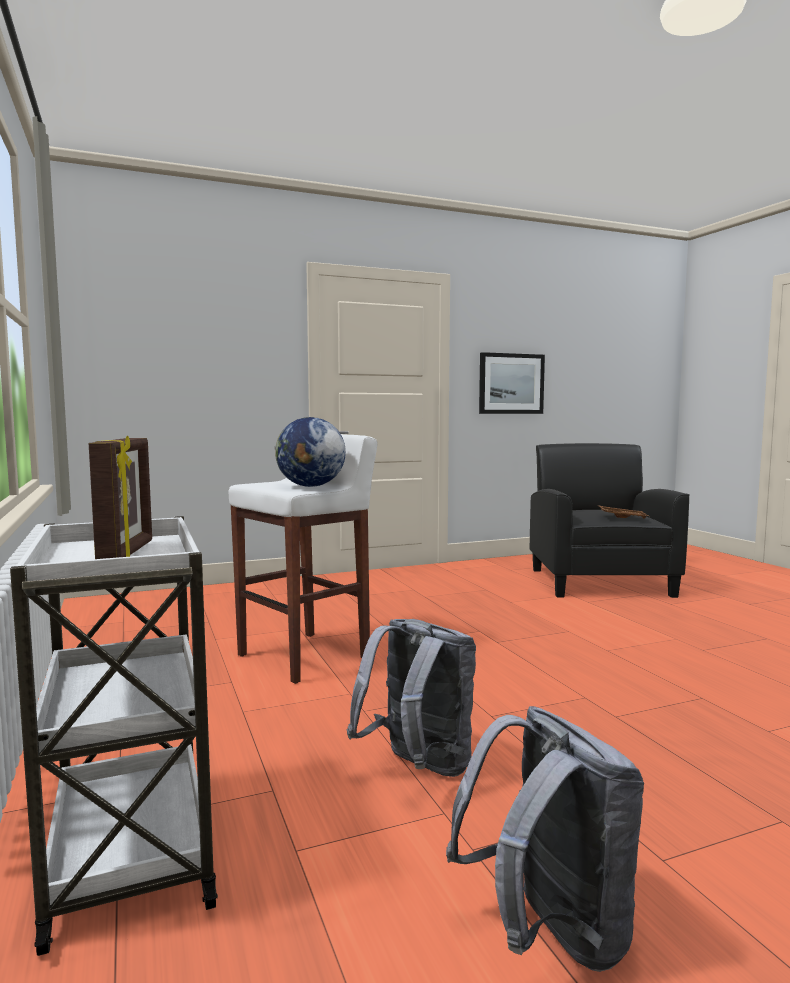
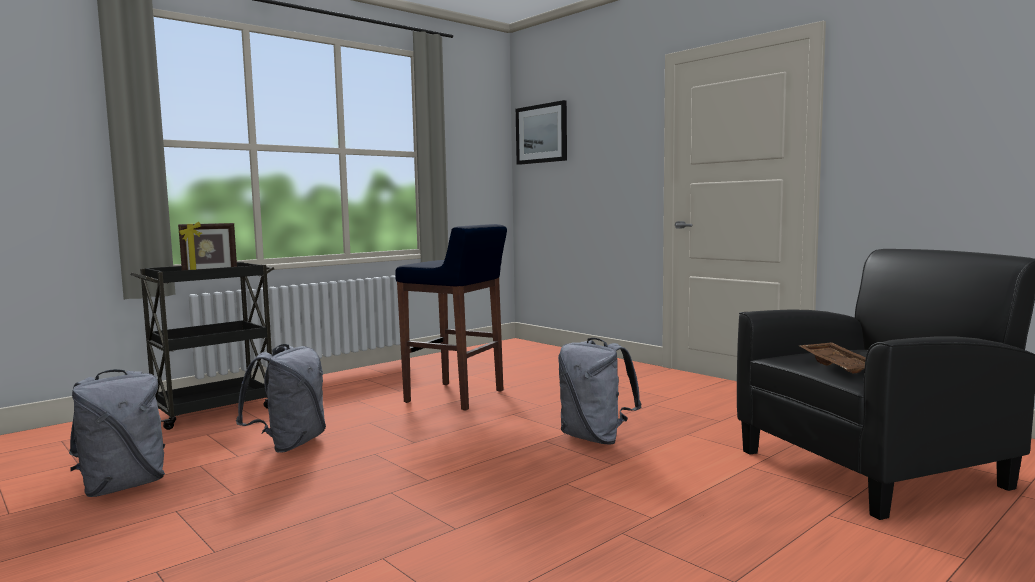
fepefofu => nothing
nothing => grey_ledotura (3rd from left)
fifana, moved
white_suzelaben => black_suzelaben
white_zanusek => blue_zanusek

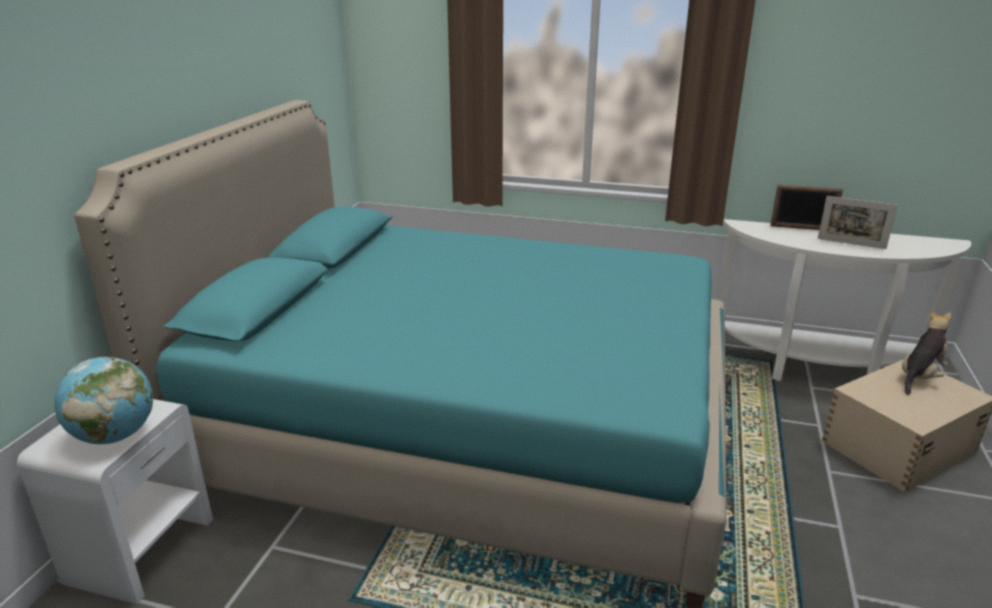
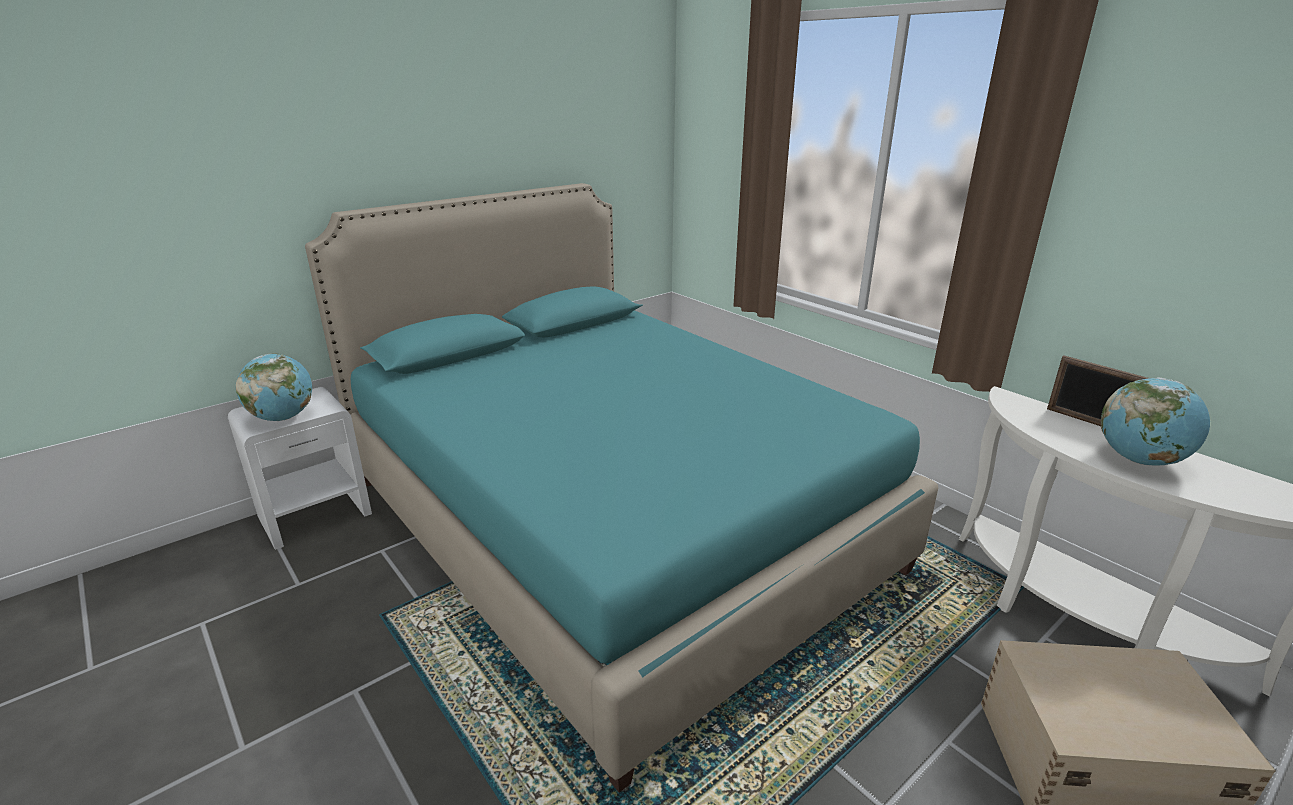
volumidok => nothing
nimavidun (2nd from left) => fepefofu (2nd from left)

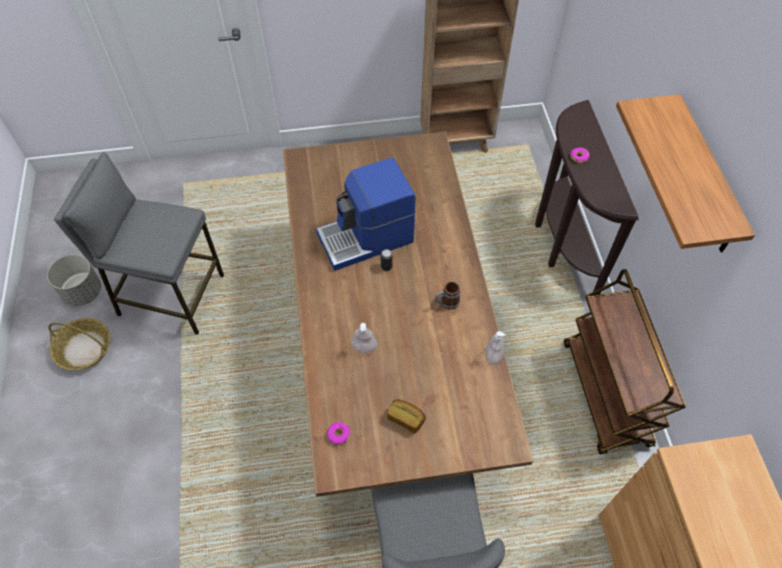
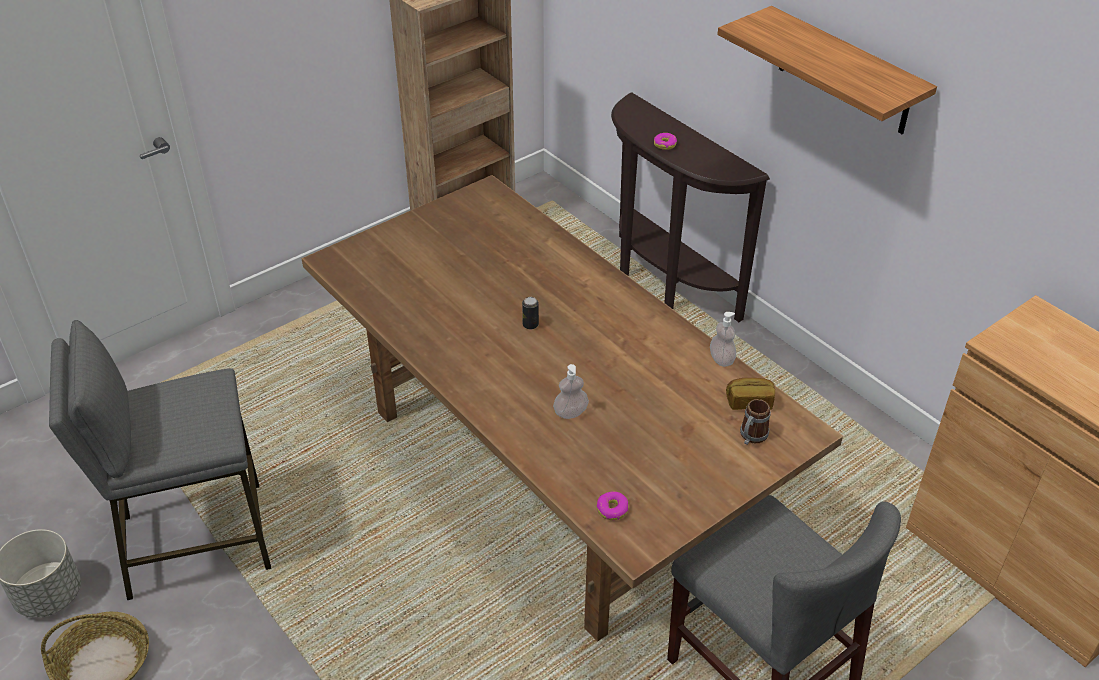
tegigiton => nothing
brown_suzelaben => nothing
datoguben, moved
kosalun, moved

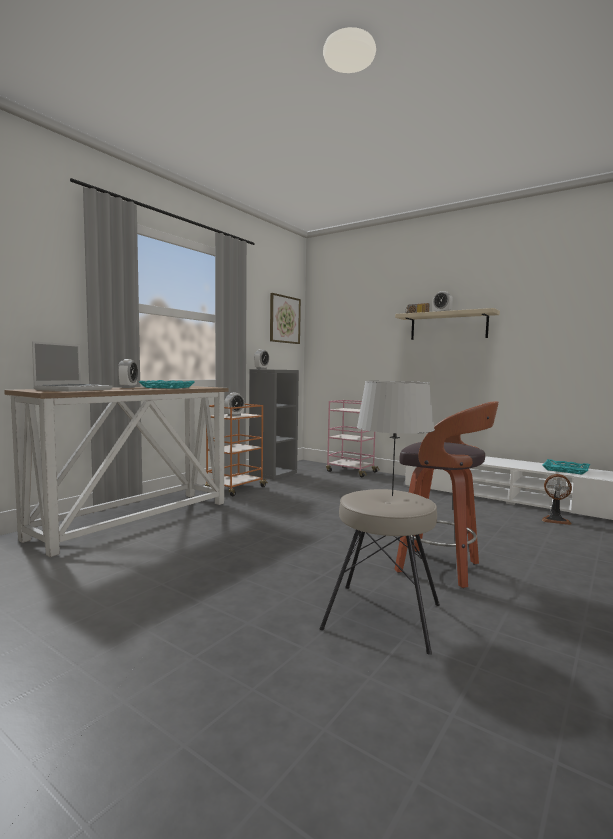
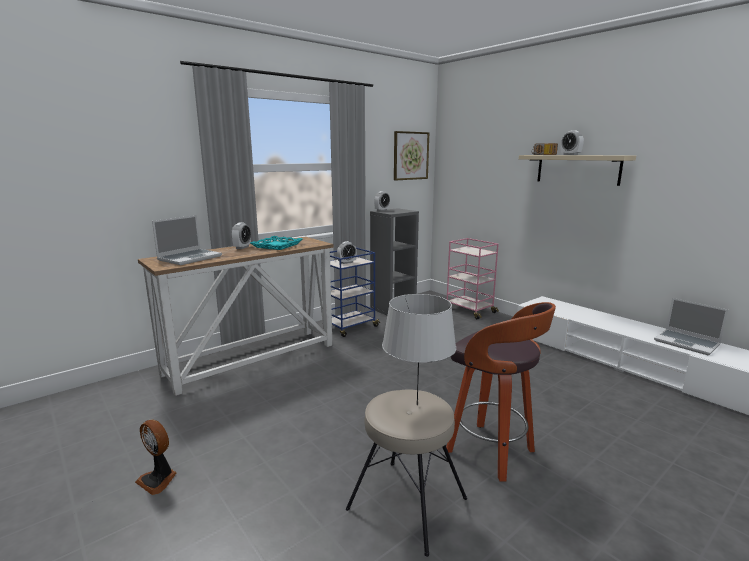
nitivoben, moved
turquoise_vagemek (2nd from left) => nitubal (2nd from left)
orange_suzelaben => blue_suzelaben

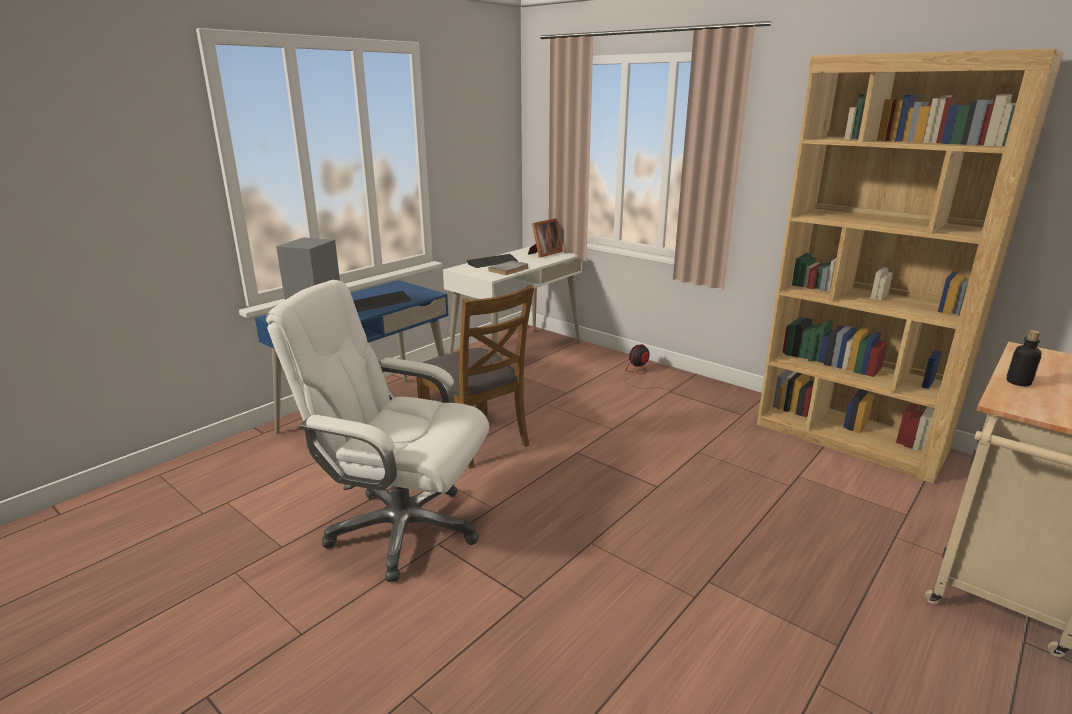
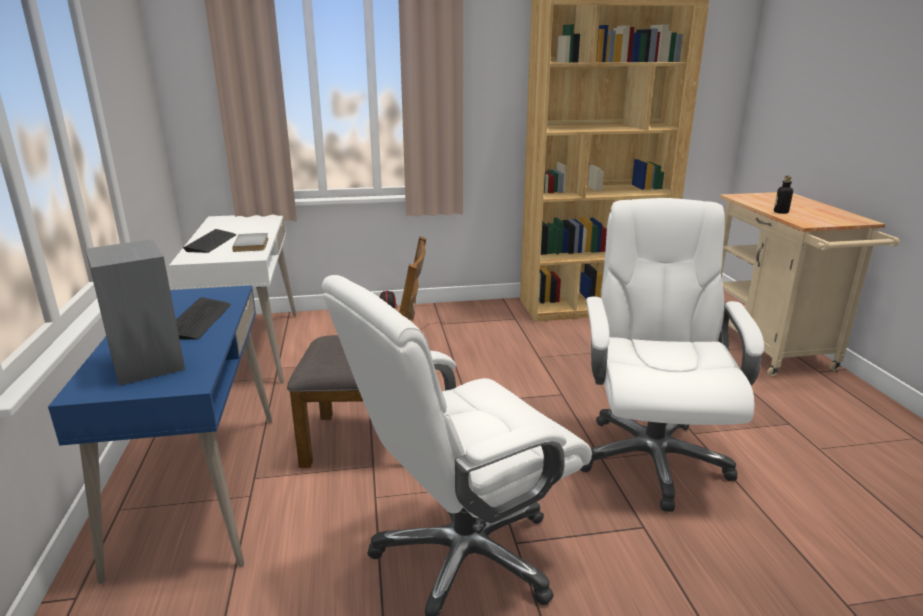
nimavidun => nothing
nothing => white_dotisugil (2nd from left)

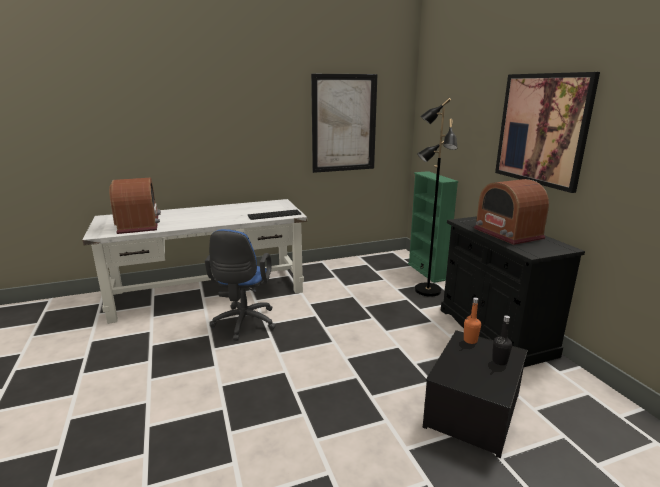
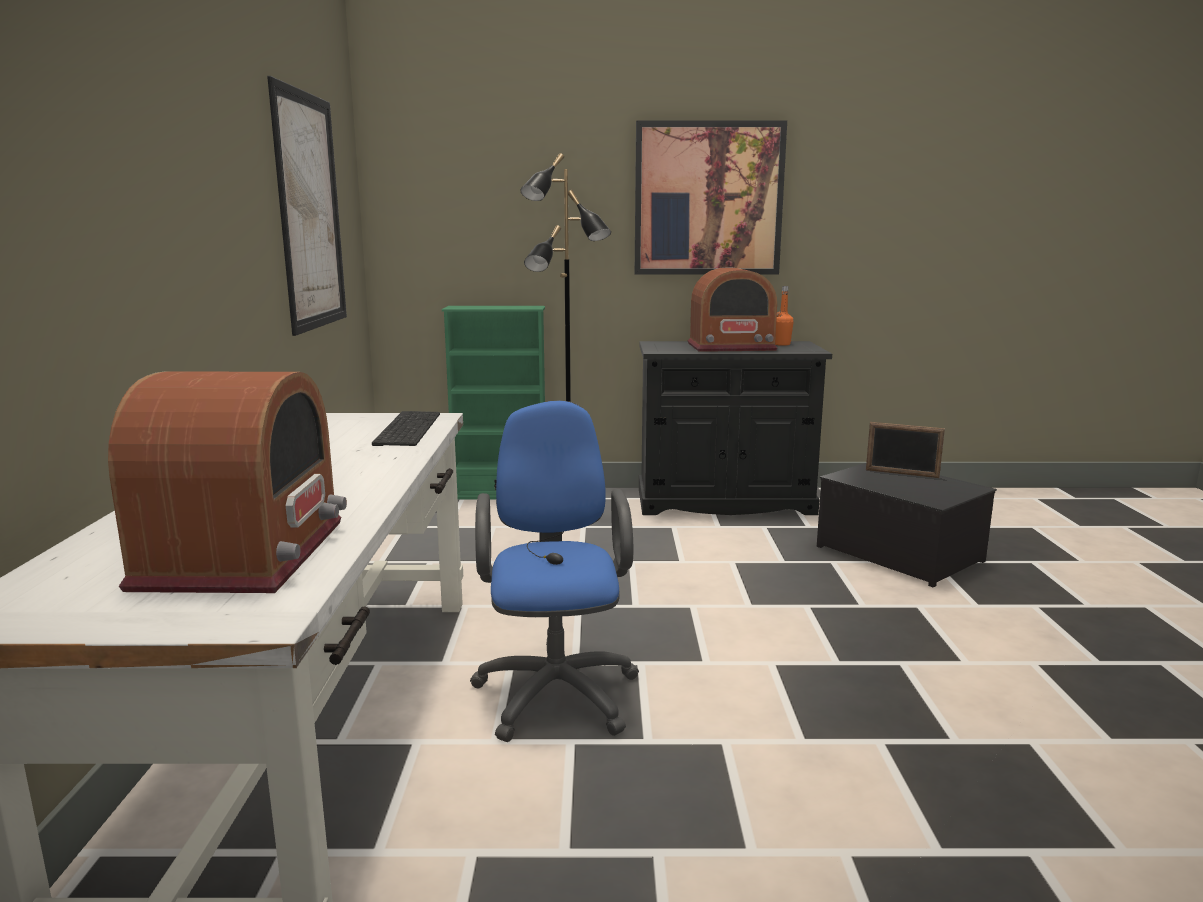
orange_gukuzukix, moved
black_gukuzukix => nimavidun
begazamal (1st from left), 90 degrees clockwise
blue_dotisugil, 120 degrees counterclockwise

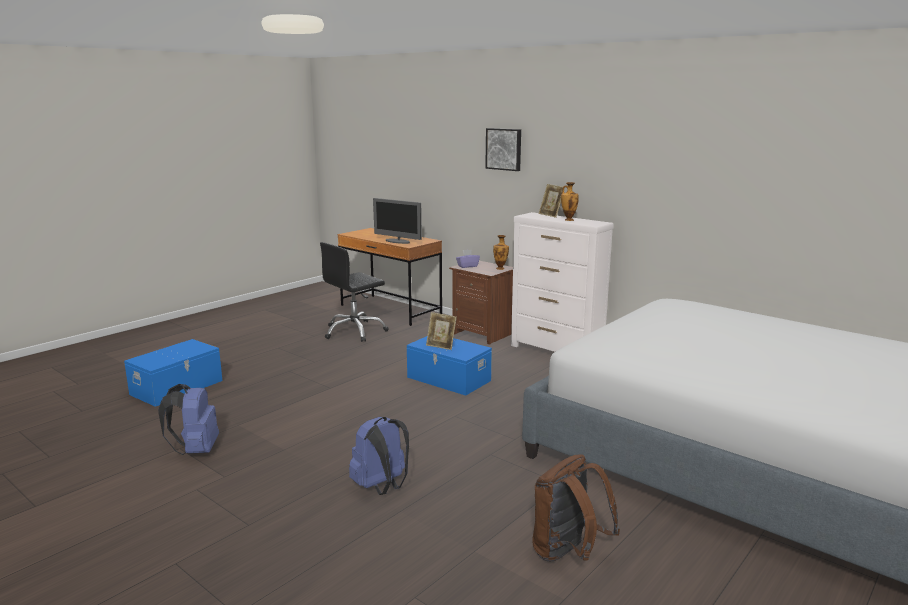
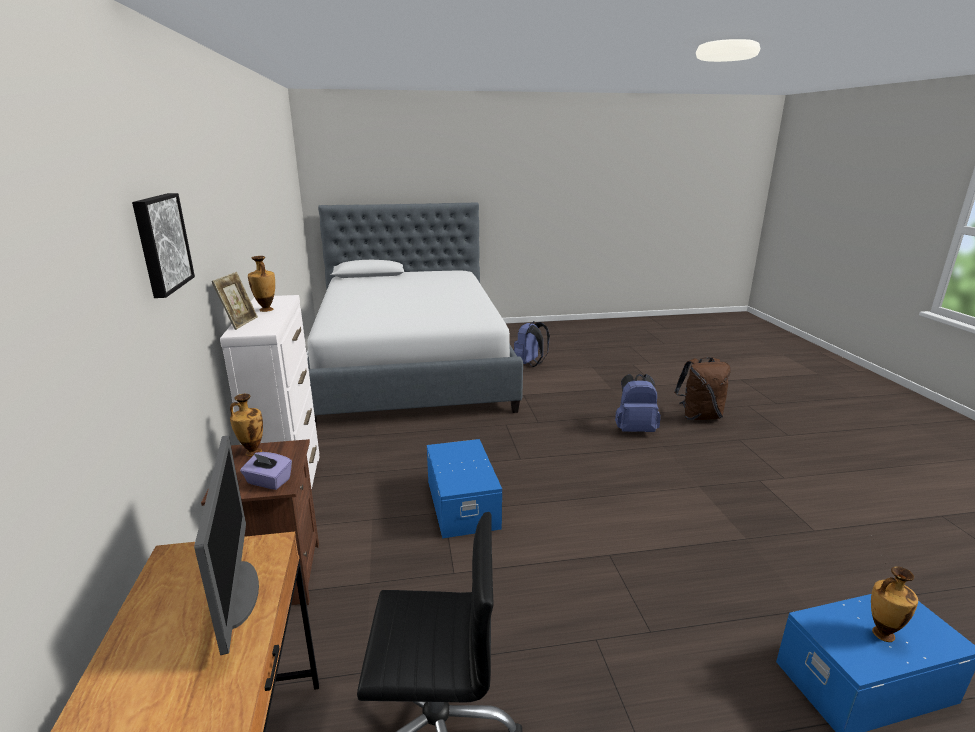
nimavidun (1st from left) => nothing
nothing => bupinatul (3rd from left)
blue_ledotura (1st from left), moved
brown_ledotura, moved

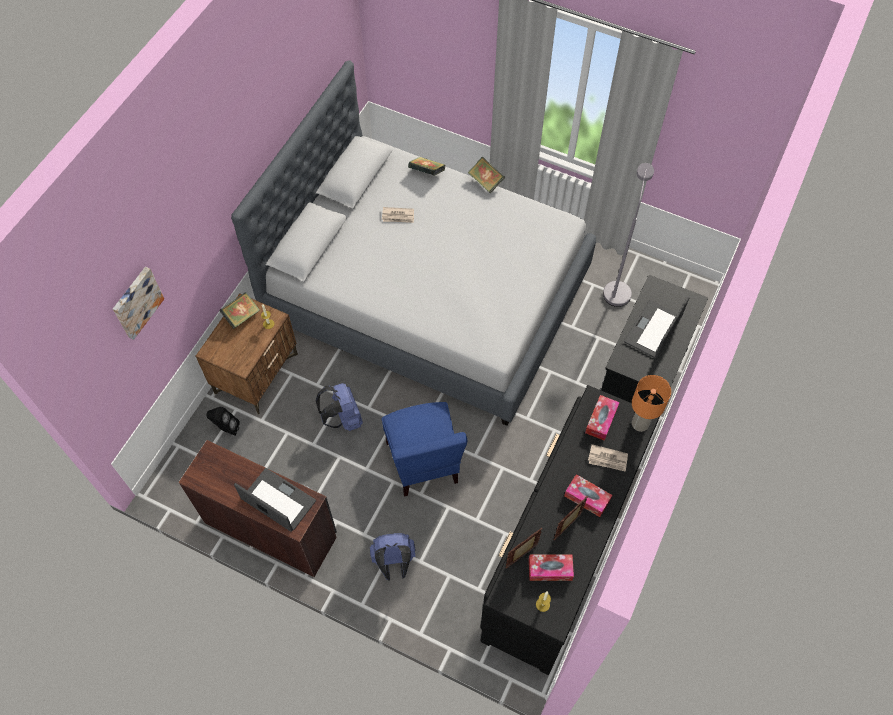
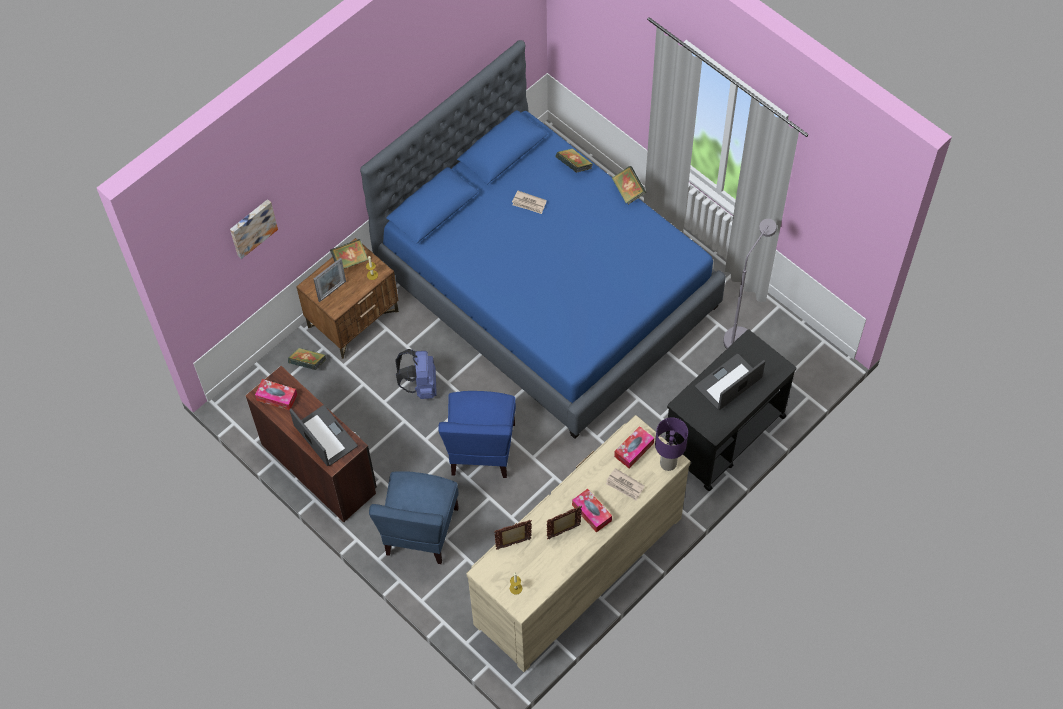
nothing => nimavidun (1st from left)
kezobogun (1st from left), moved
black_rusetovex => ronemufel (1st from left)
blue_ledotura (2nd from left) => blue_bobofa (1st from left)
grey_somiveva => blue_somiveva
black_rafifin => beige_rafifin
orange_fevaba => purple_fevaba

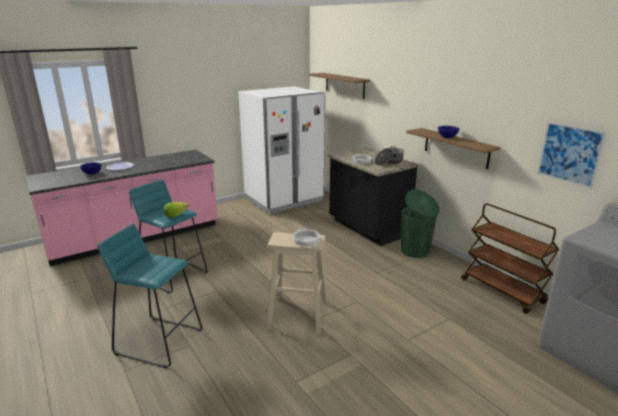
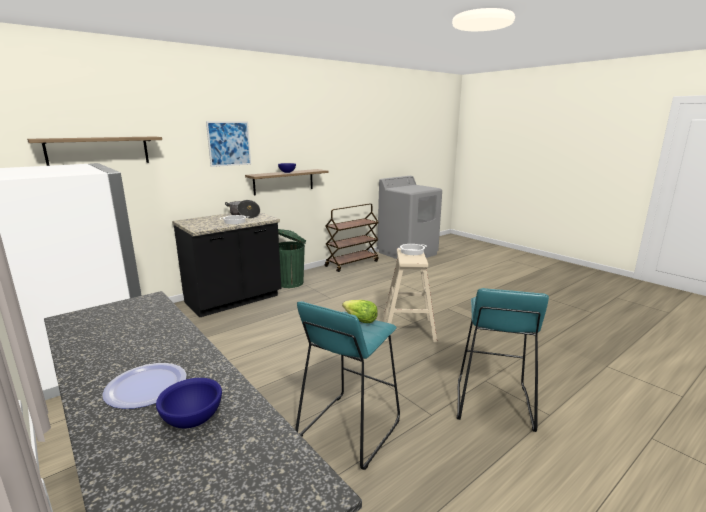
fifana, moved

